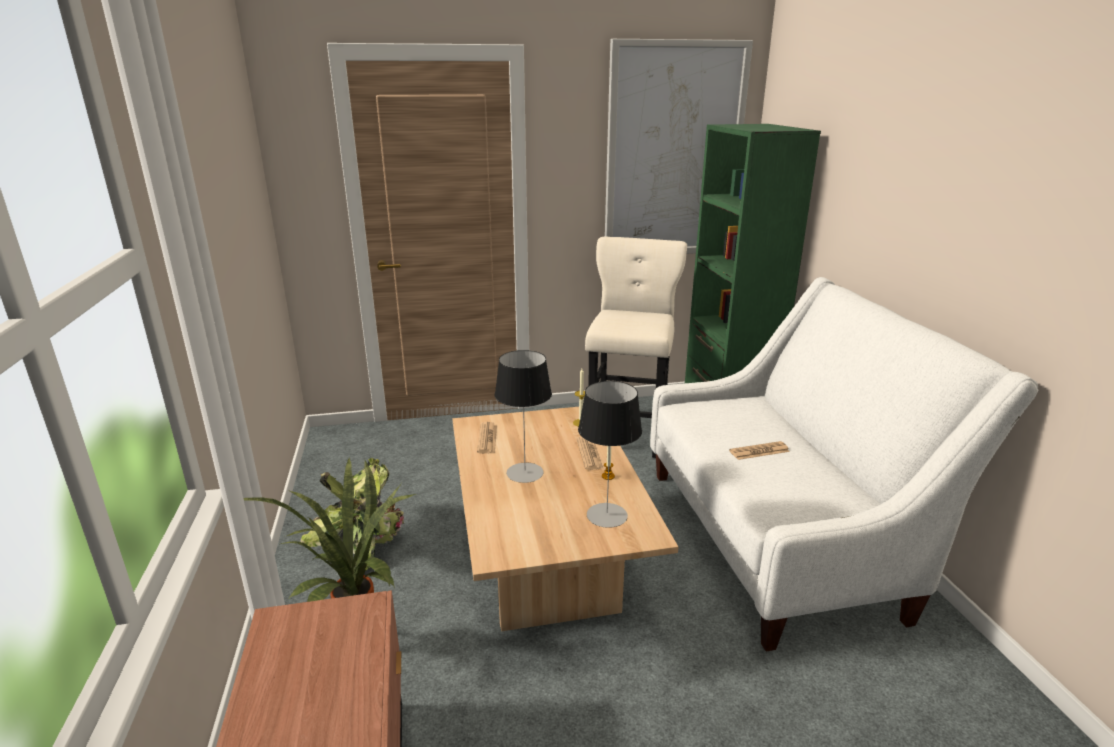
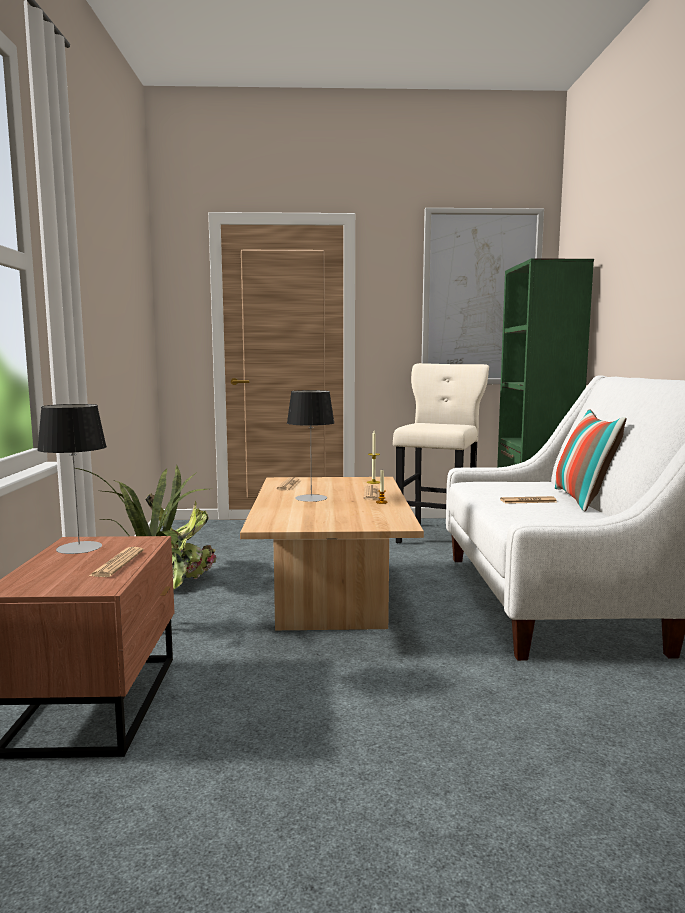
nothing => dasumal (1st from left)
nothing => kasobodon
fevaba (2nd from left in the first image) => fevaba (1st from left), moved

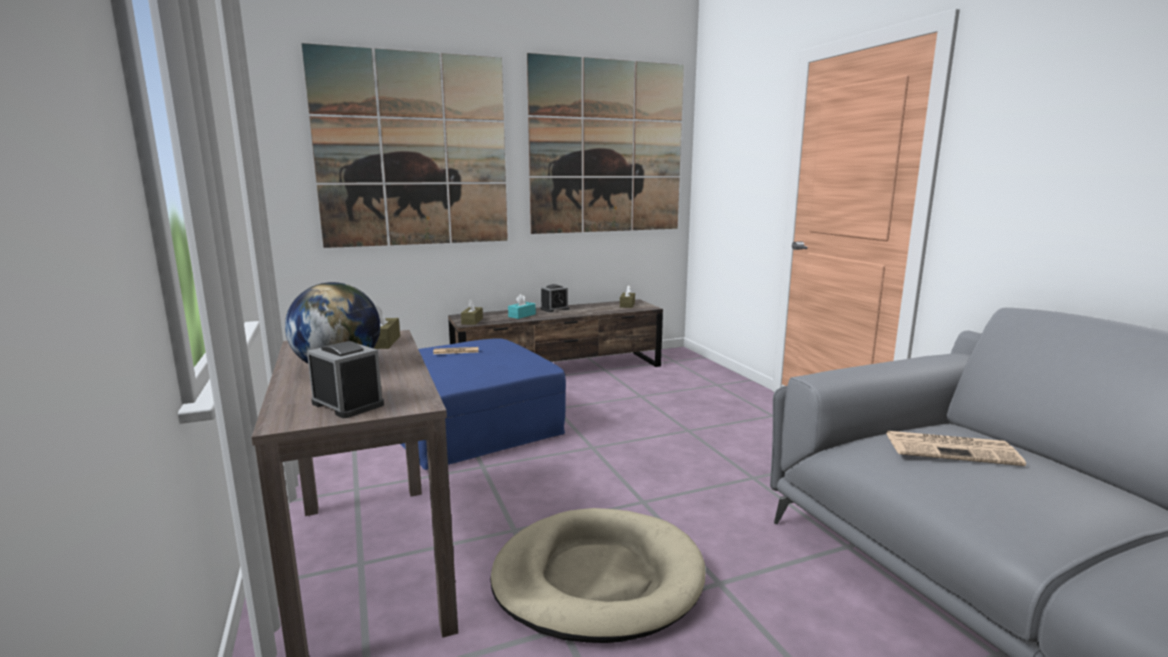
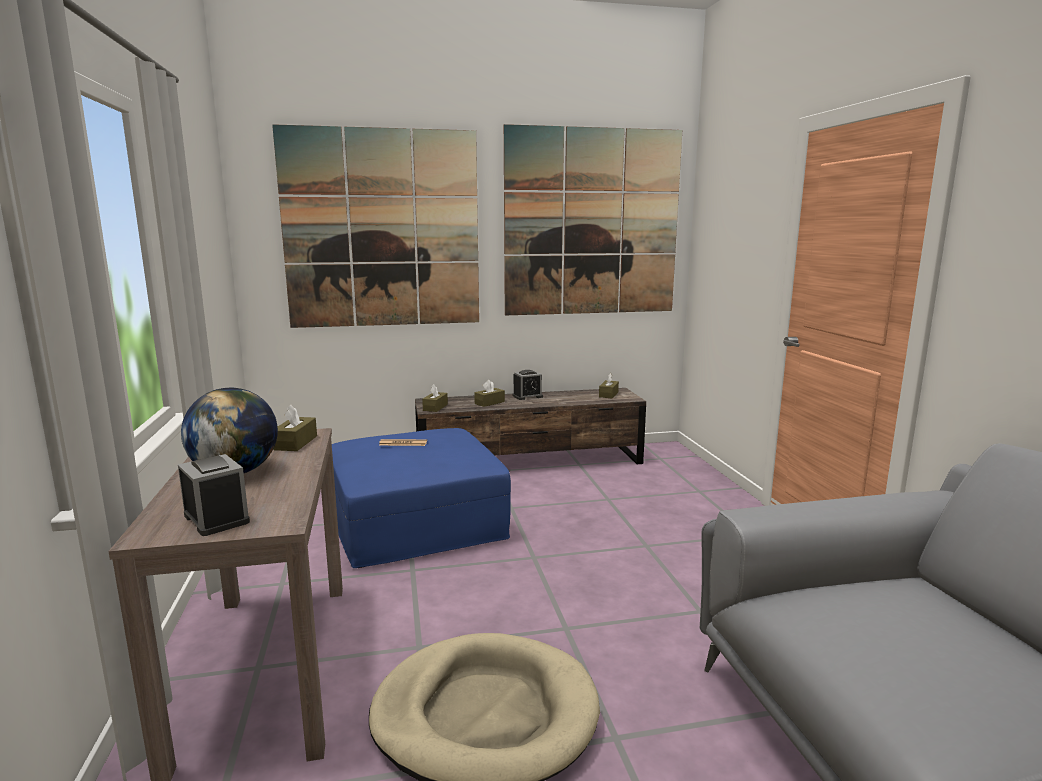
dasumal (2nd from left) => nothing
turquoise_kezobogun => brown_kezobogun (3rd from left)

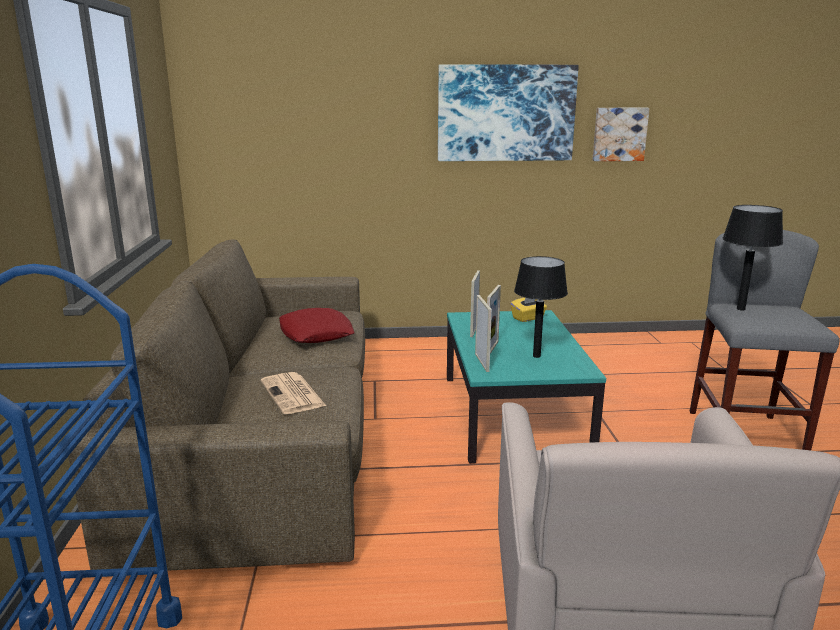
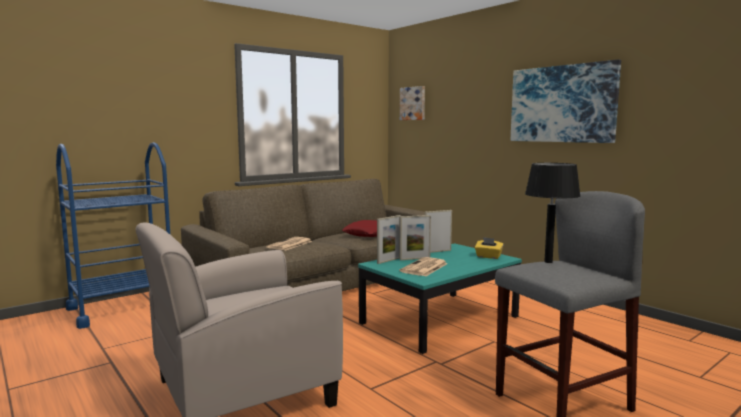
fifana (2nd from left in the first image) => fifana (1st from left), moved
black_fevaba (1st from left) => dasumal (2nd from left)

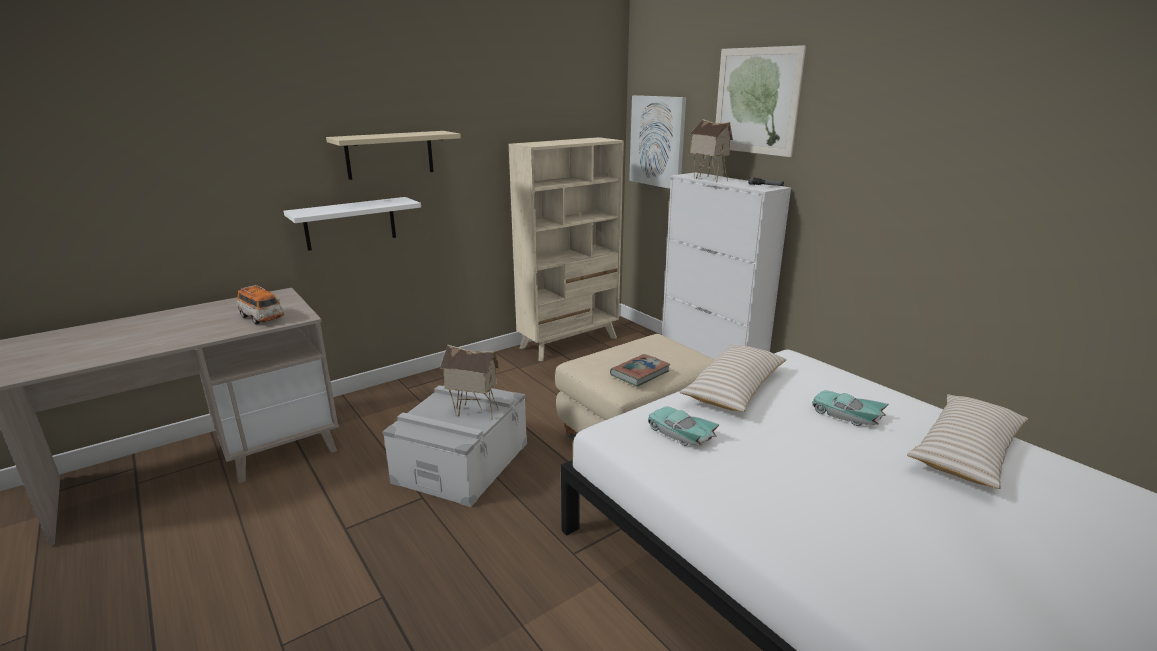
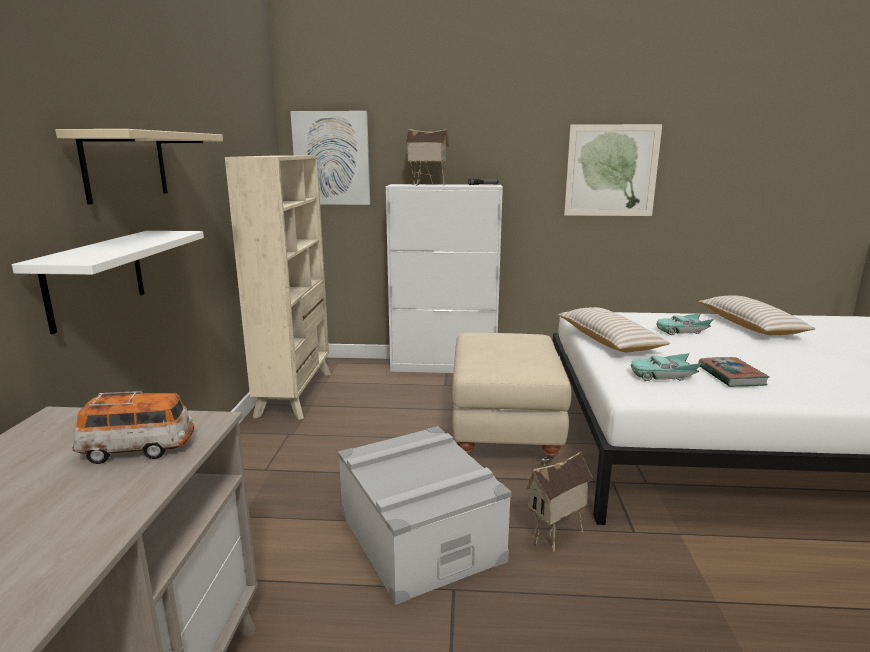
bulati (1st from left in the first image) => bulati (2nd from left), moved
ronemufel, moved
fifana (2nd from left), moved

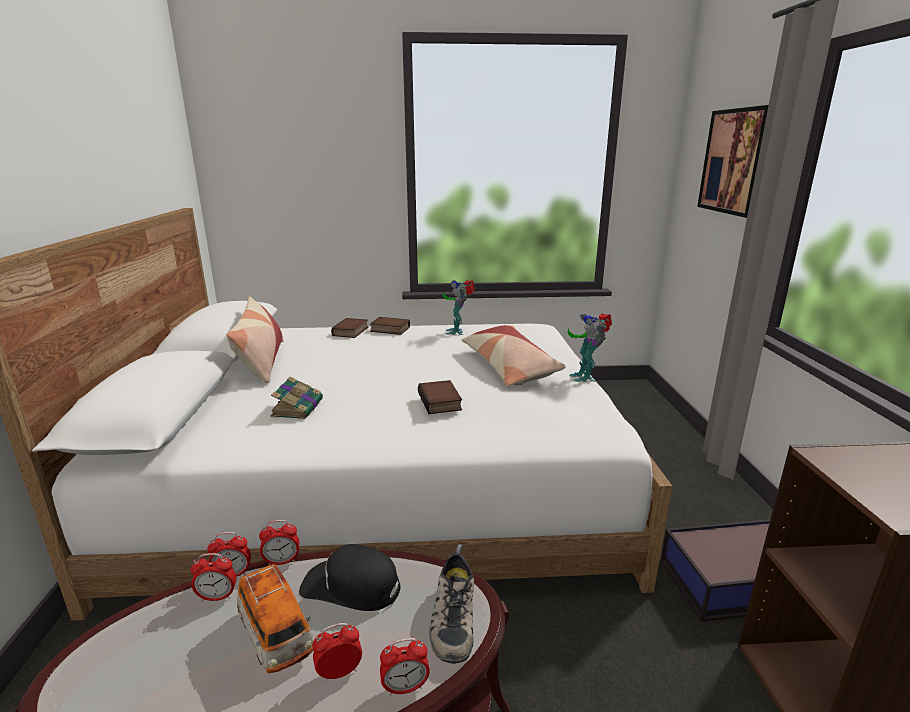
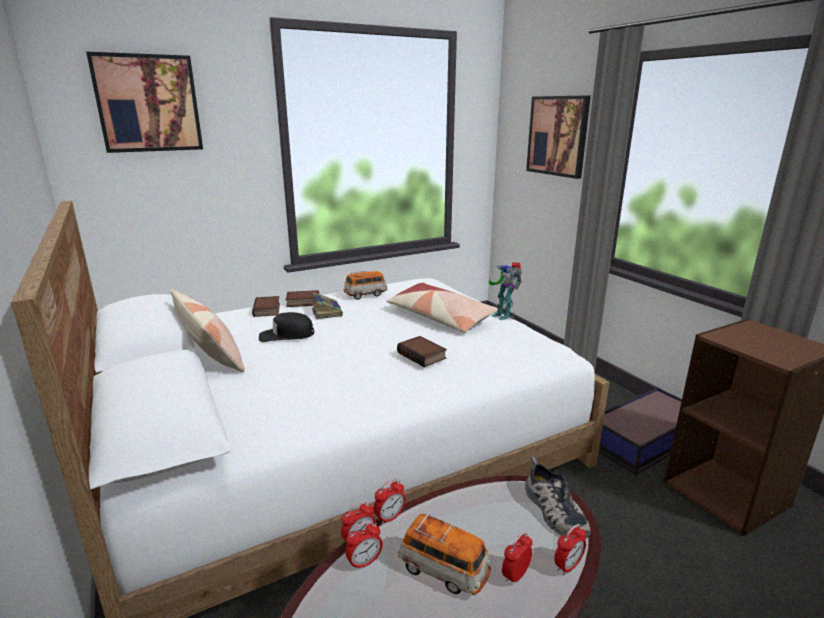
nothing => fifana (1st from left)
ronemufel (1st from left in the first image) => ronemufel (3rd from left), moved
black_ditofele, moved
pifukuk (1st from left) => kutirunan (1st from left)

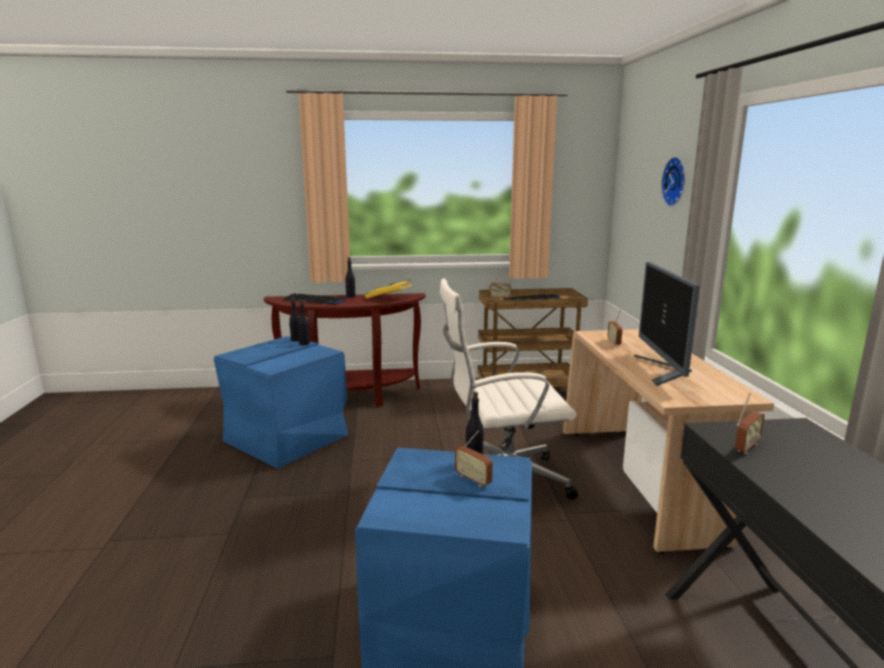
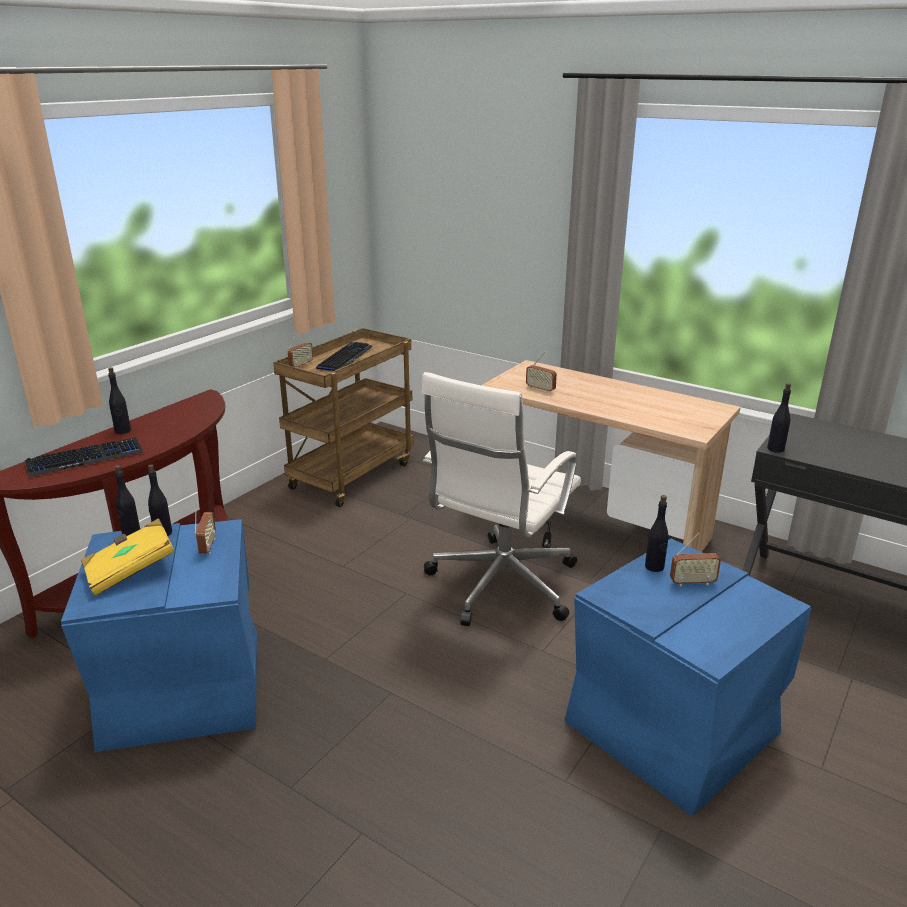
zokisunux => nothing
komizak => nothing
nothing => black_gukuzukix (5th from left)
yellow_ronemufel, moved
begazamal (4th from left in the first image) => begazamal (1st from left), moved

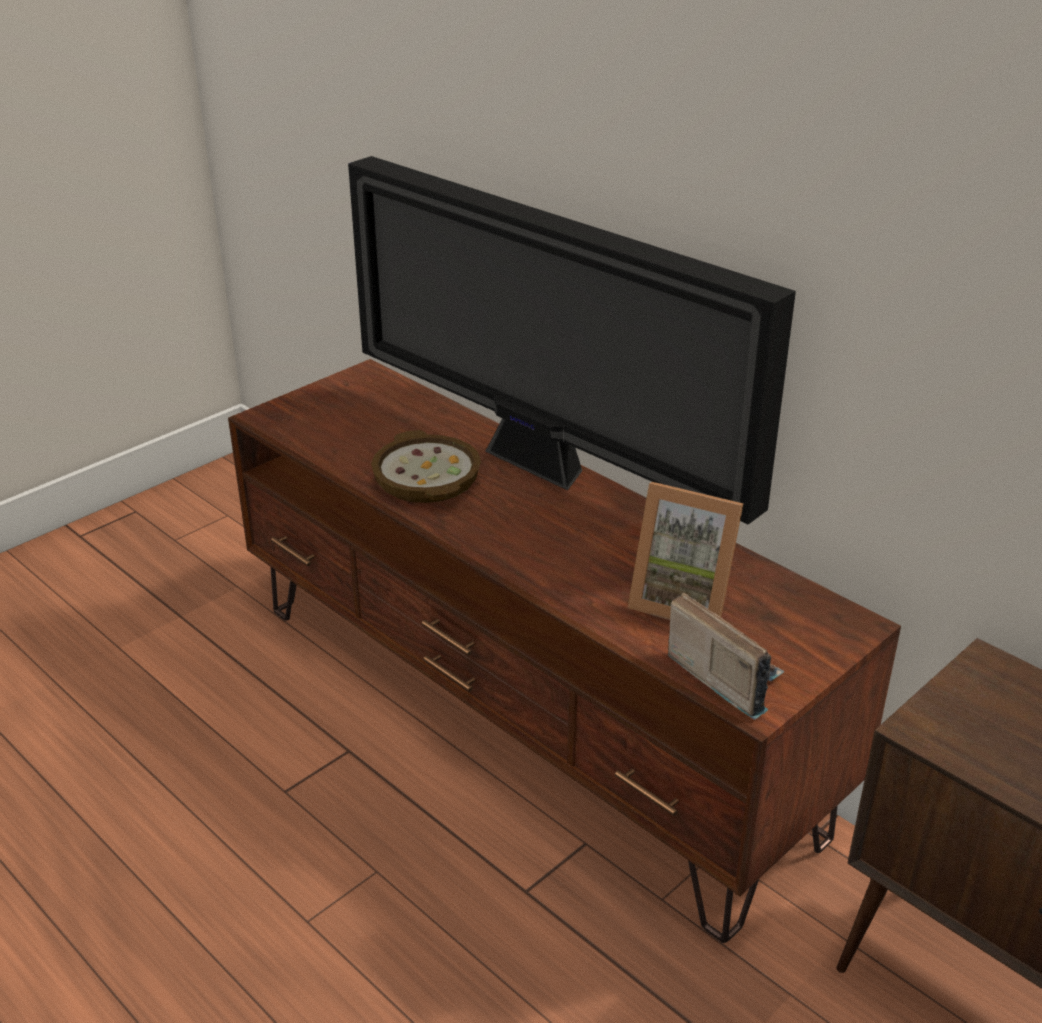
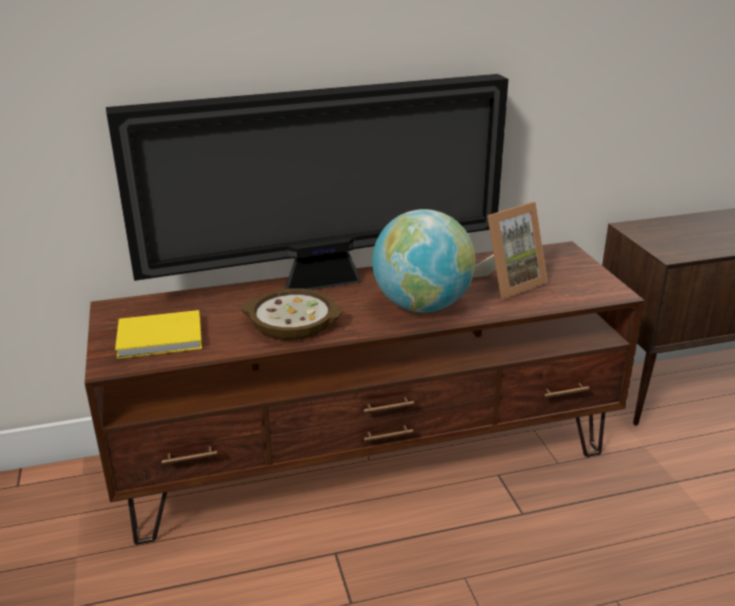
begazamal => nothing
nothing => yellow_ronemufel
nothing => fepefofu

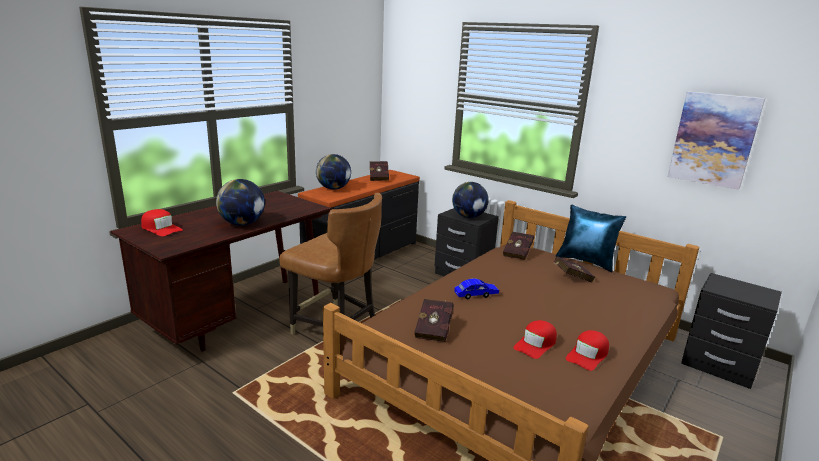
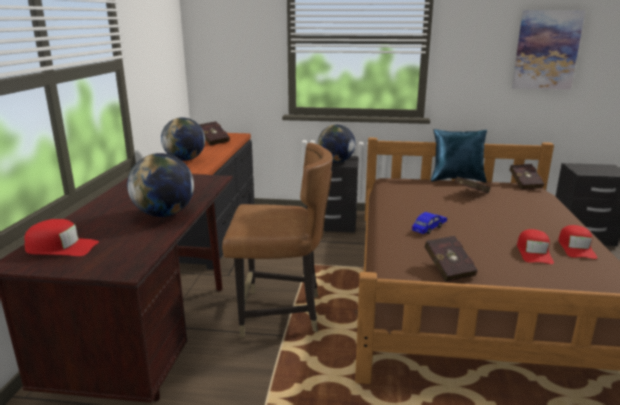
red_ronemufel (3rd from left in the first image) => red_ronemufel (4th from left), moved

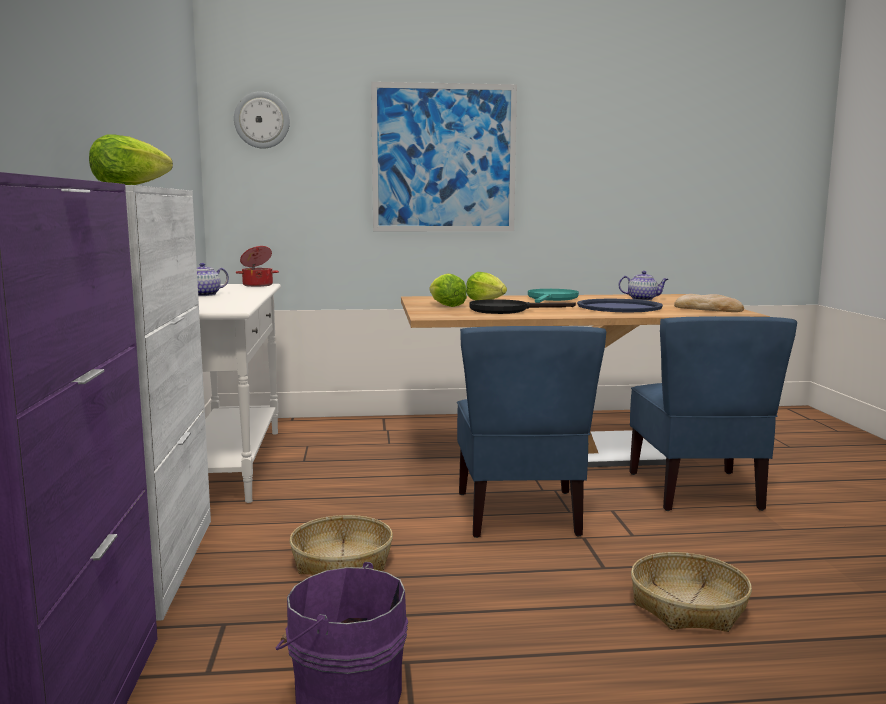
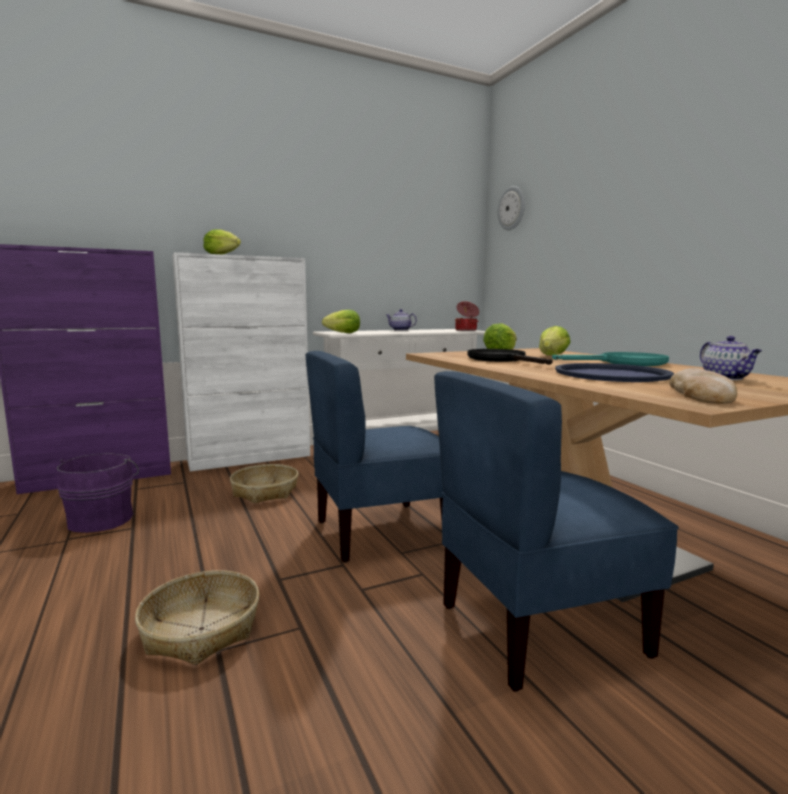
fifana => nothing
nothing => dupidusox (2nd from left)

